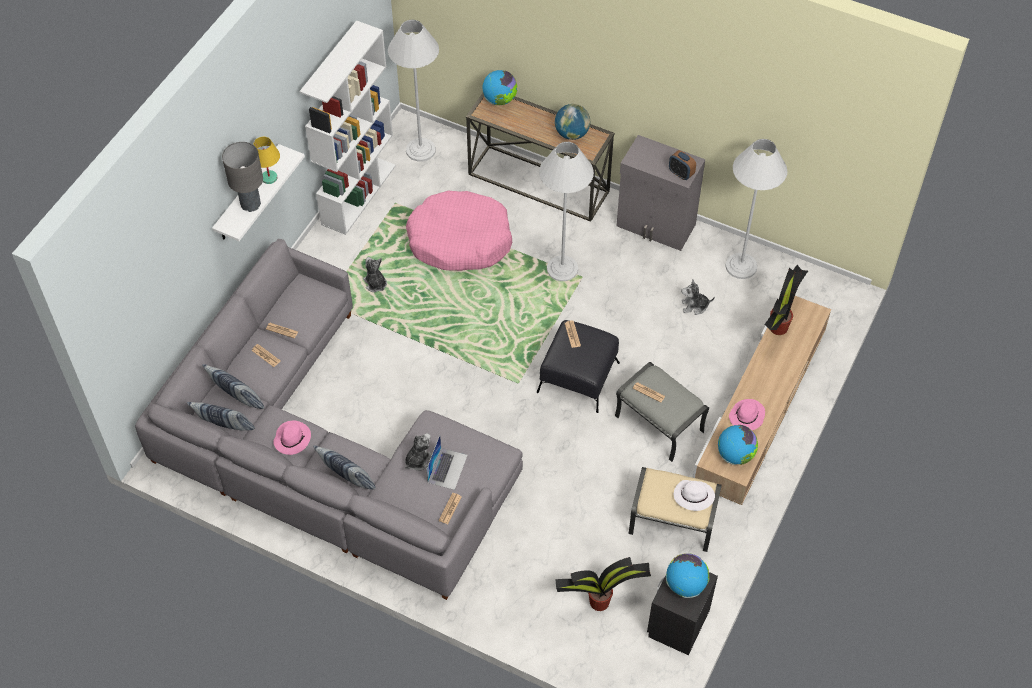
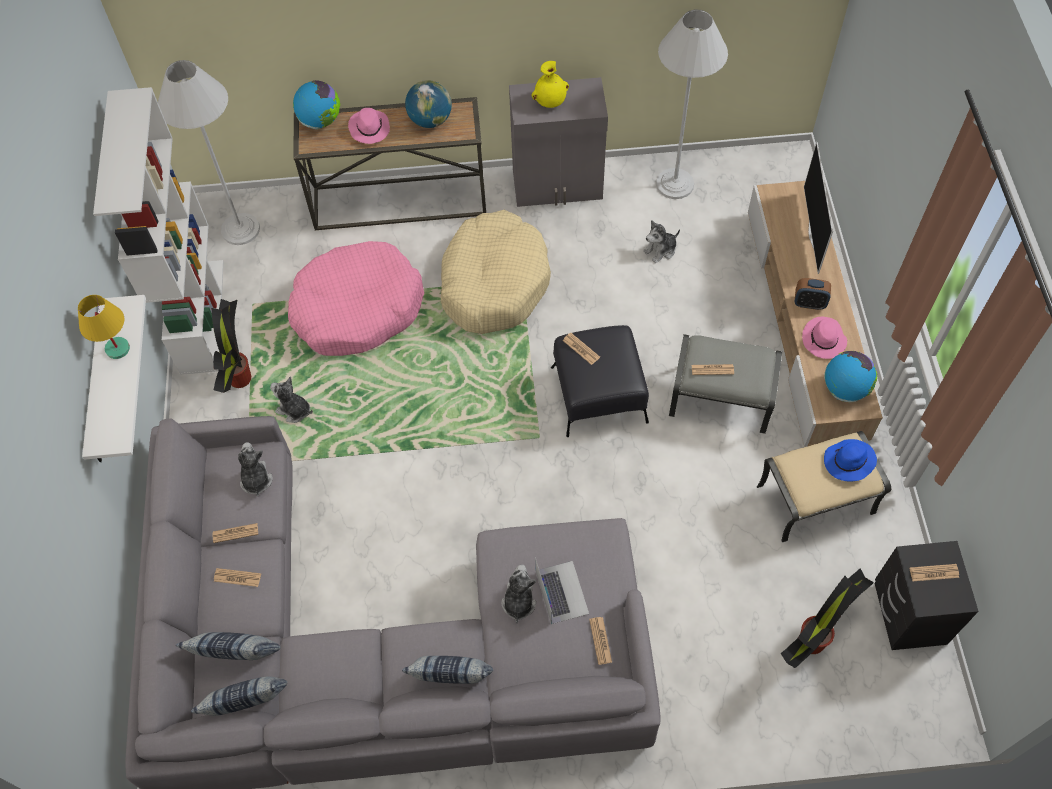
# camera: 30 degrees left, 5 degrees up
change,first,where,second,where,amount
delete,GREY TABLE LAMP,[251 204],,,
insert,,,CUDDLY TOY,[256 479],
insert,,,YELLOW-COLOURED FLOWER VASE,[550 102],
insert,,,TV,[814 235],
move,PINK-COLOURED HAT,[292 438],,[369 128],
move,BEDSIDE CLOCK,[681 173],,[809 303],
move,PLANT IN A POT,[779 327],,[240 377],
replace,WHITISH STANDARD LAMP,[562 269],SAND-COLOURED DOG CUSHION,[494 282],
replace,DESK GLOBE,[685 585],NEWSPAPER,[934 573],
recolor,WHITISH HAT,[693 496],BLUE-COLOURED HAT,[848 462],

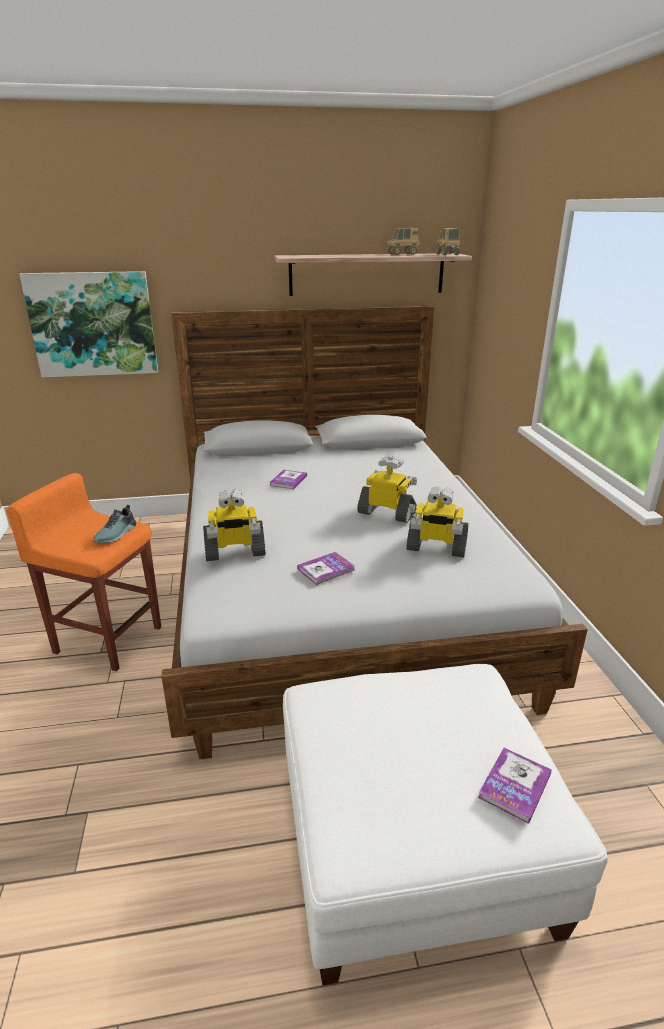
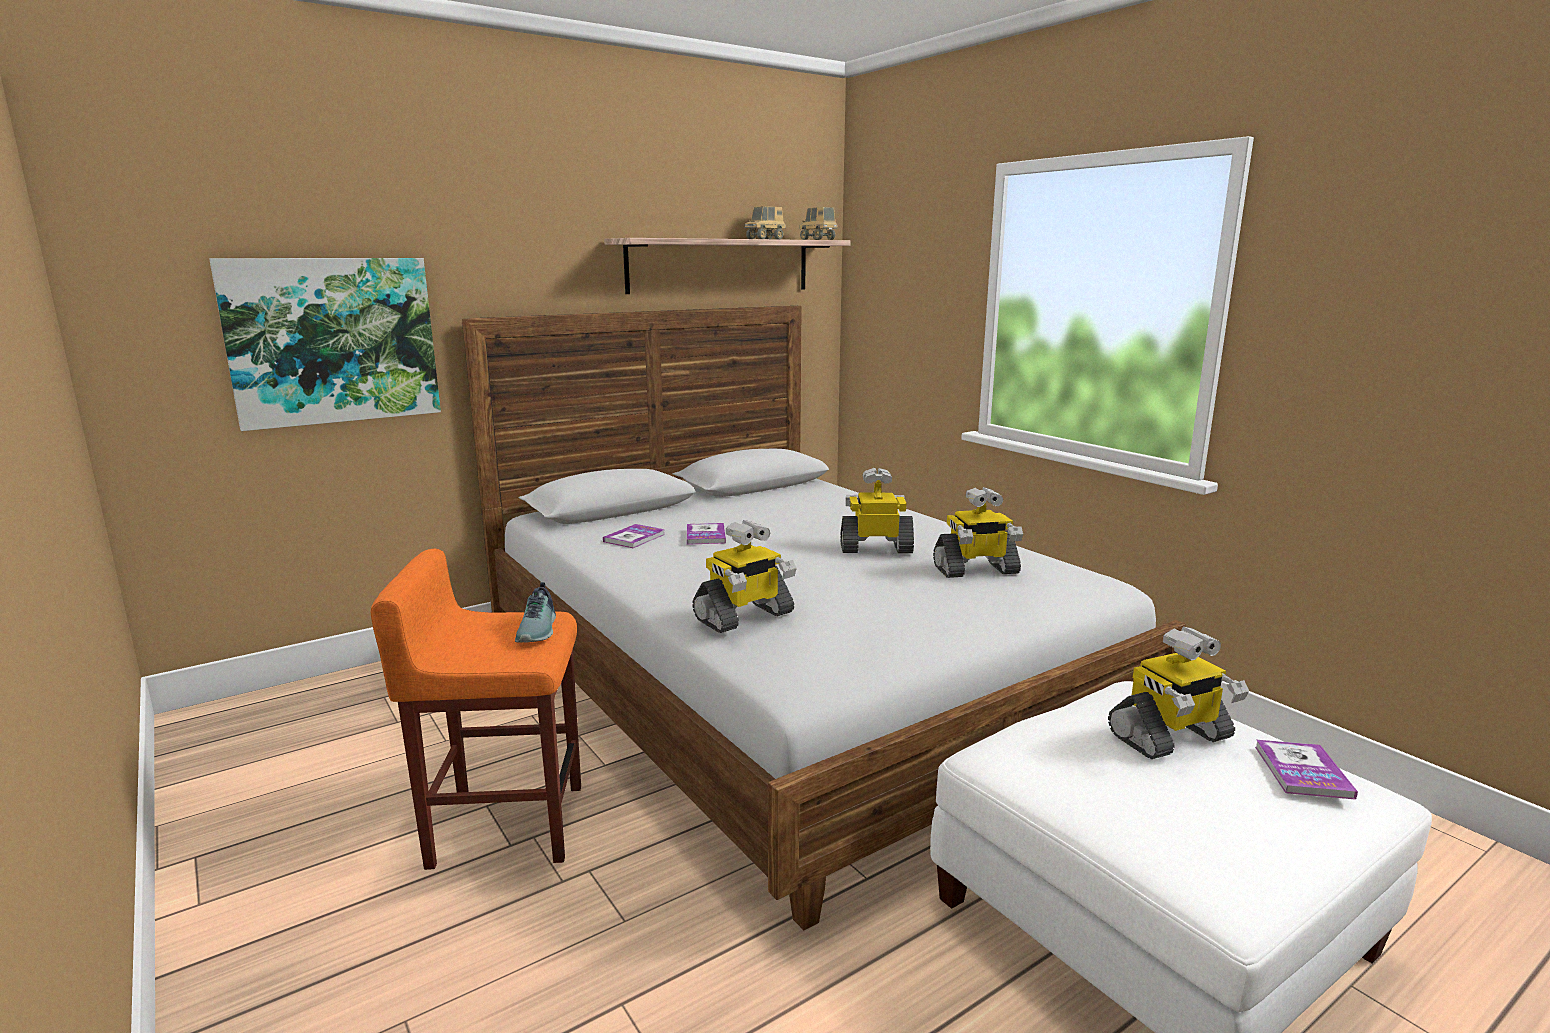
# camera: 25 degrees left, 10 degrees down
change,first,where,second,where,amount
insert,,,ROBOT FIGURE,[1170 737],
move,BOOK,[326 569],,[634 538],

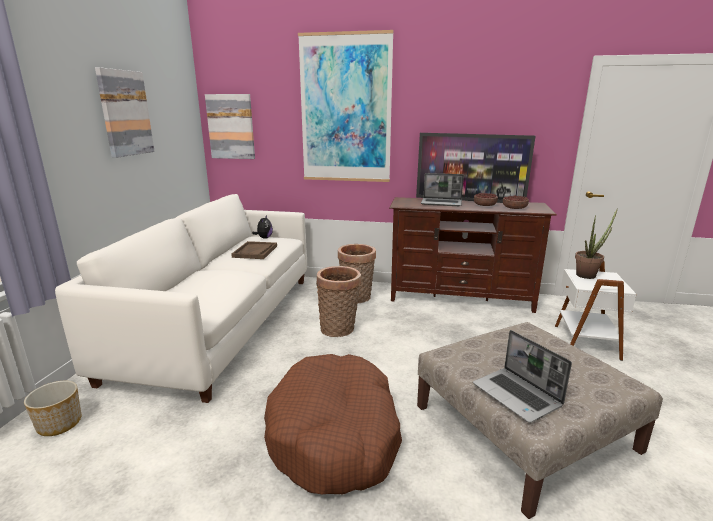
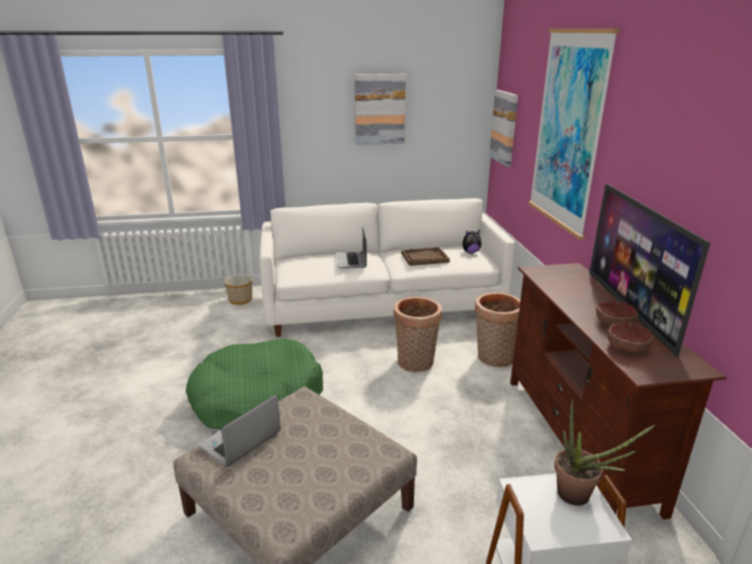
# camera: 70 degrees right, 5 degrees up
change,first,where,second,where,amount
move,NOTEBOOK COMPUTER,[442 203],,[351 261],
recolor,BROWN-COLOURED DOG CUSHION,[335 435],GREENISH DOG CUSHION,[257 398],

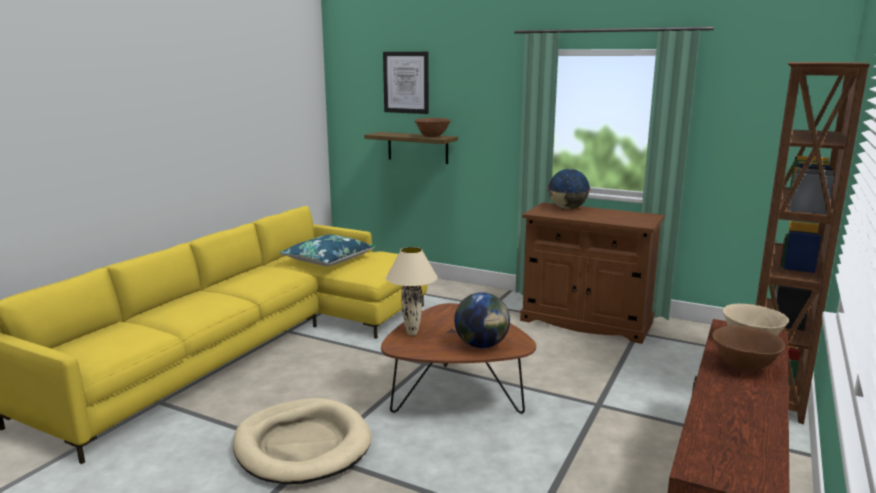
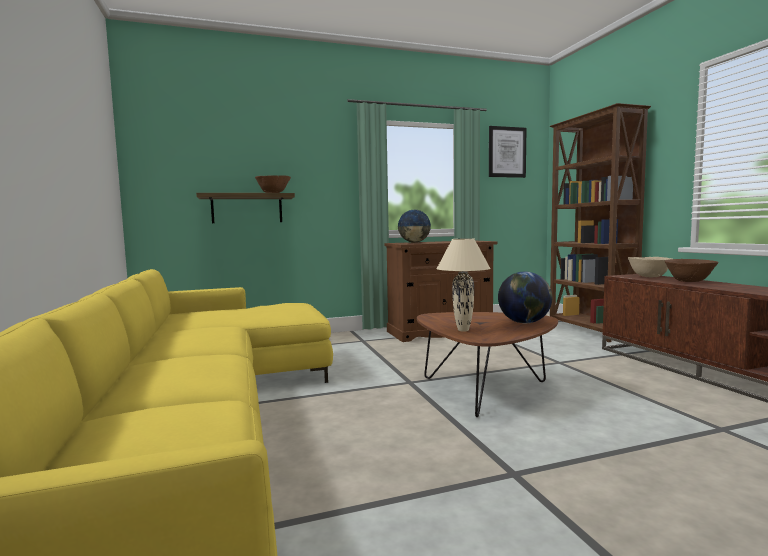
# camera: 45 degrees left, 10 degrees down
change,first,where,second,where,amount
delete,SAND-COLOURED DOG CUSHION,[302 445],,,
delete,BLUE-COLOURED CUSHION,[328 260],,,
move,WALL PICTURE,[406 82],,[507 152],

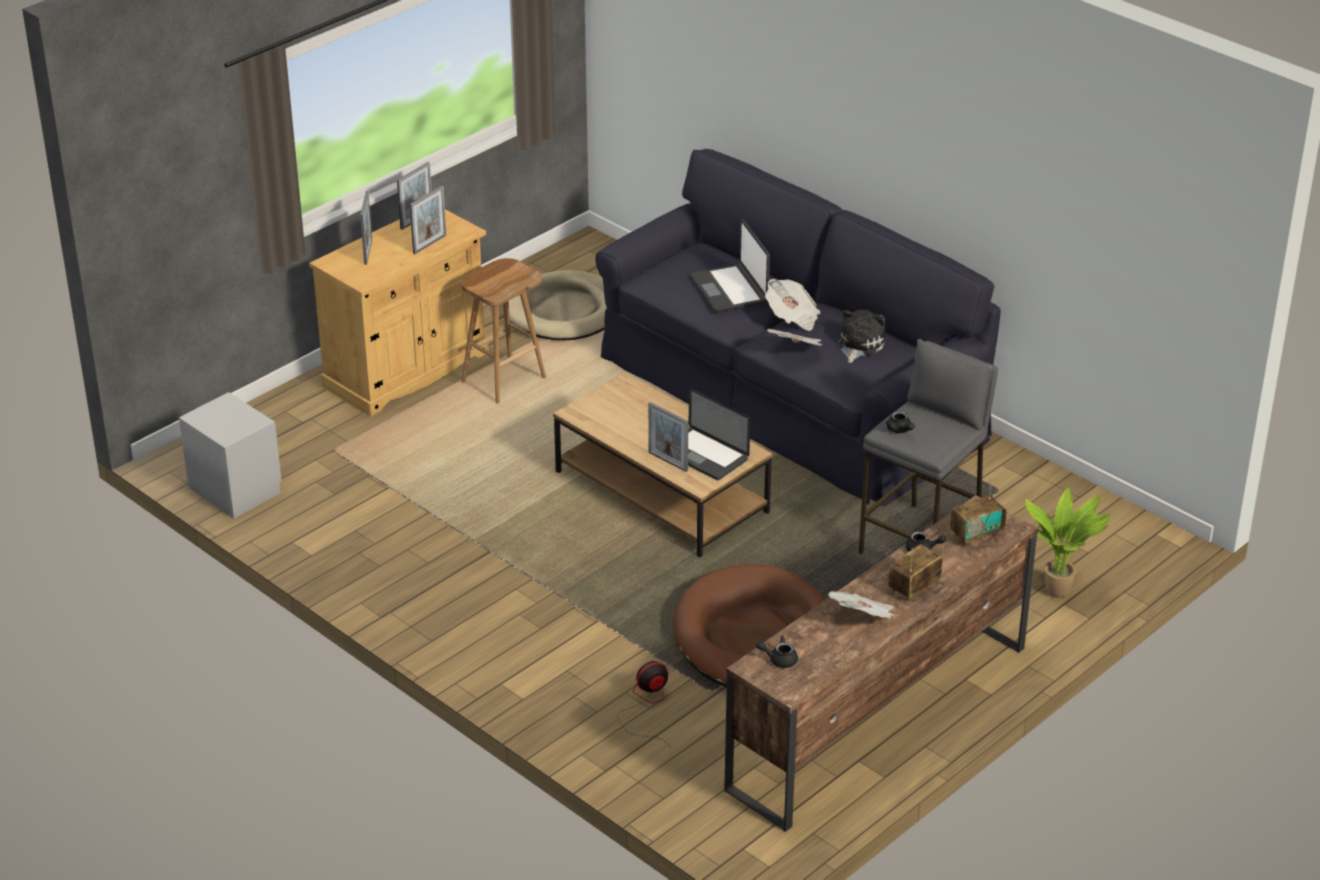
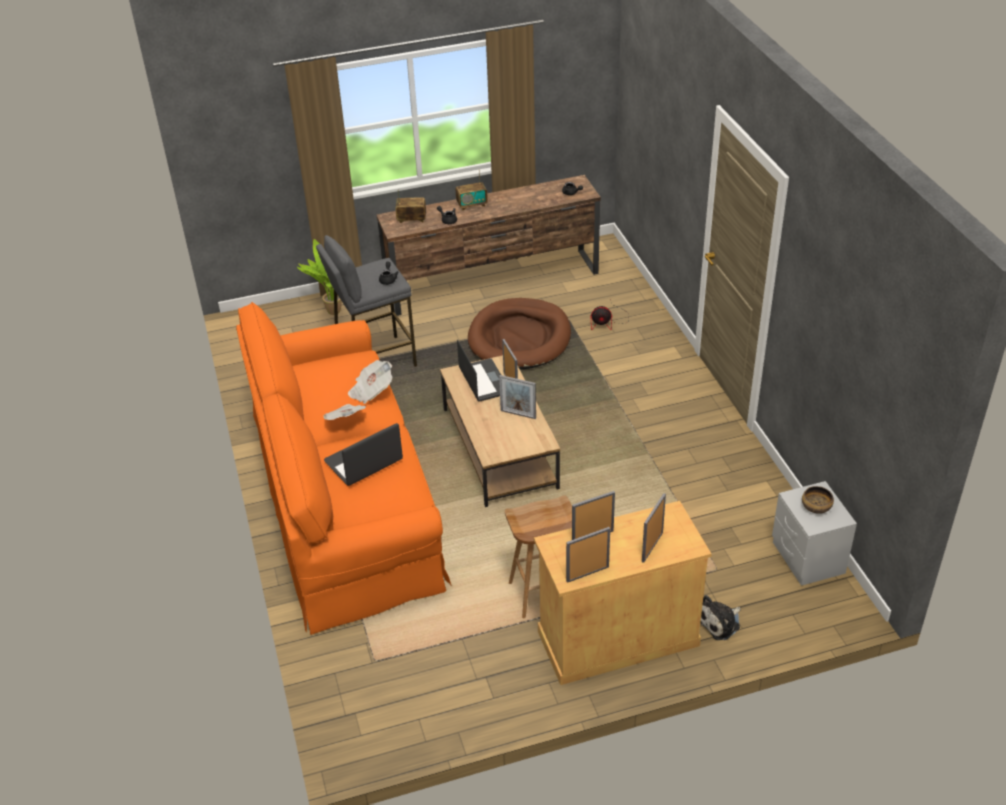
# camera: 150 degrees left, 5 degrees up
change,first,where,second,where,amount
delete,SAND-COLOURED DOG CUSHION,[565 312],,,
delete,NEWSPAPER,[863 618],,,
insert,,,PHOTO FRAME,[518 414],
insert,,,BOWL,[815 507],
move,CUDDLY TOY,[859 345],,[720 623],
recolor,BLACKISH SOFA,[787 394],ORANGE SOFA,[345 498],
rotate,NOTEBOOK COMPUTER,[730 289],,[364 462],135 degrees counterclockwise

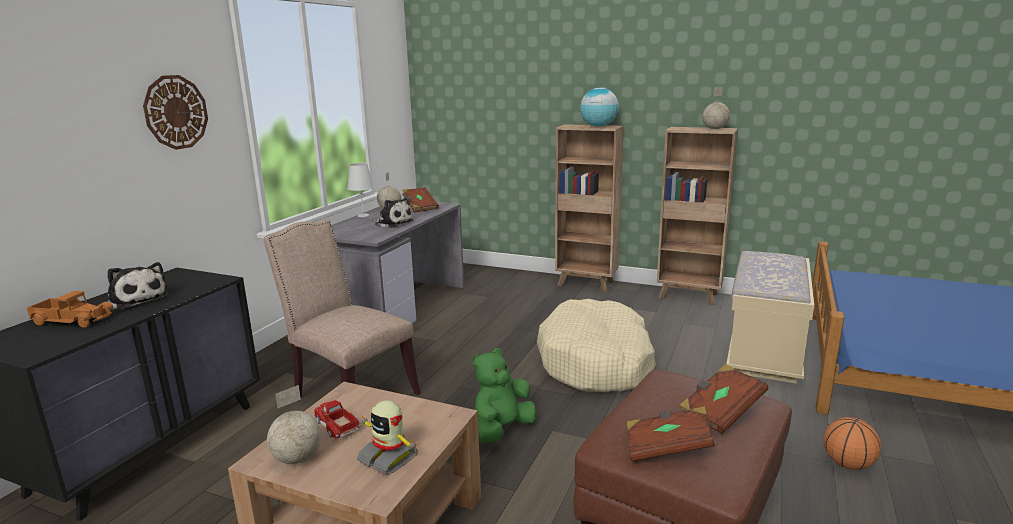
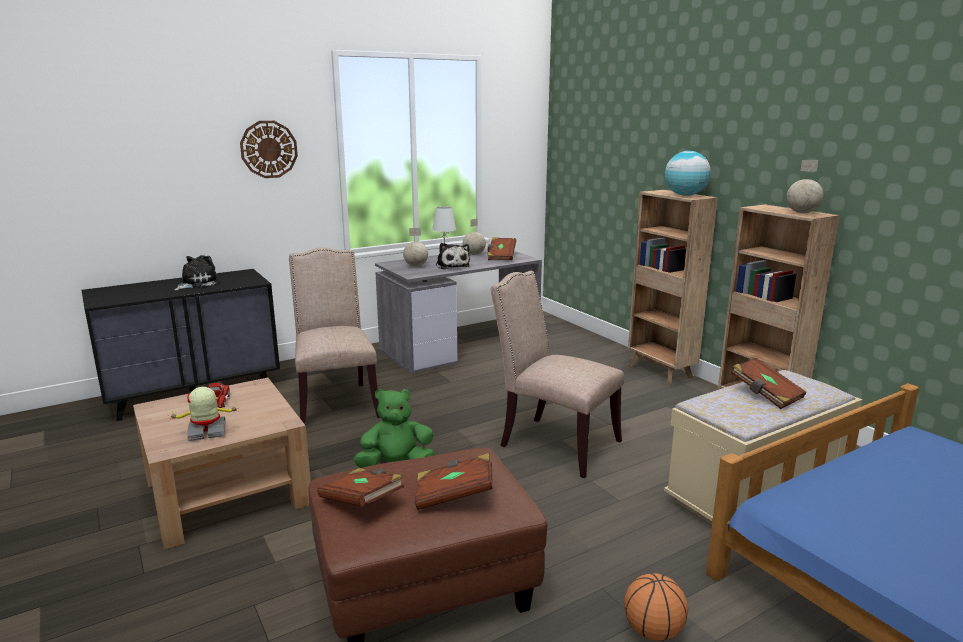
# camera: 35 degrees right, 0 degrees up
change,first,where,second,where,amount
delete,TOY TRUCK,[73 320],,,
insert,,,BROWN-COLOURED BOOK,[765 395],
move,DESK GLOBE,[298 458],,[416 266],
replace,SAND-COLOURED DOG CUSHION,[596 362],SAND-COLOURED UPRIGHT CHAIR,[554 443],
rotate,CUDDLY TOY,[137 299],,[196 284],135 degrees counterclockwise
rotate,ROBOT FIGURE,[389 457],,[207 432],90 degrees clockwise

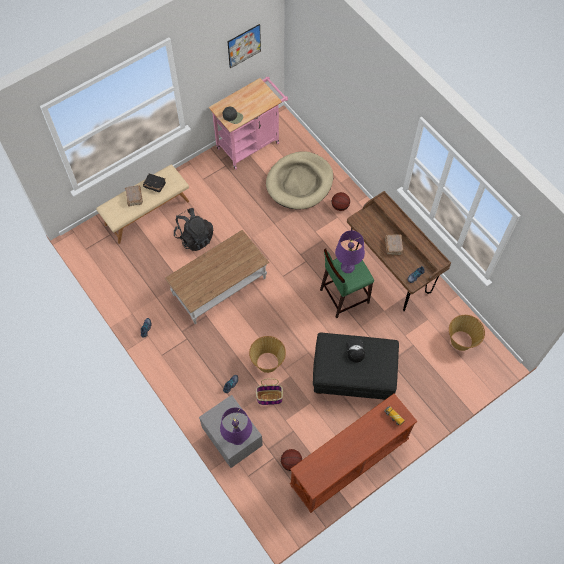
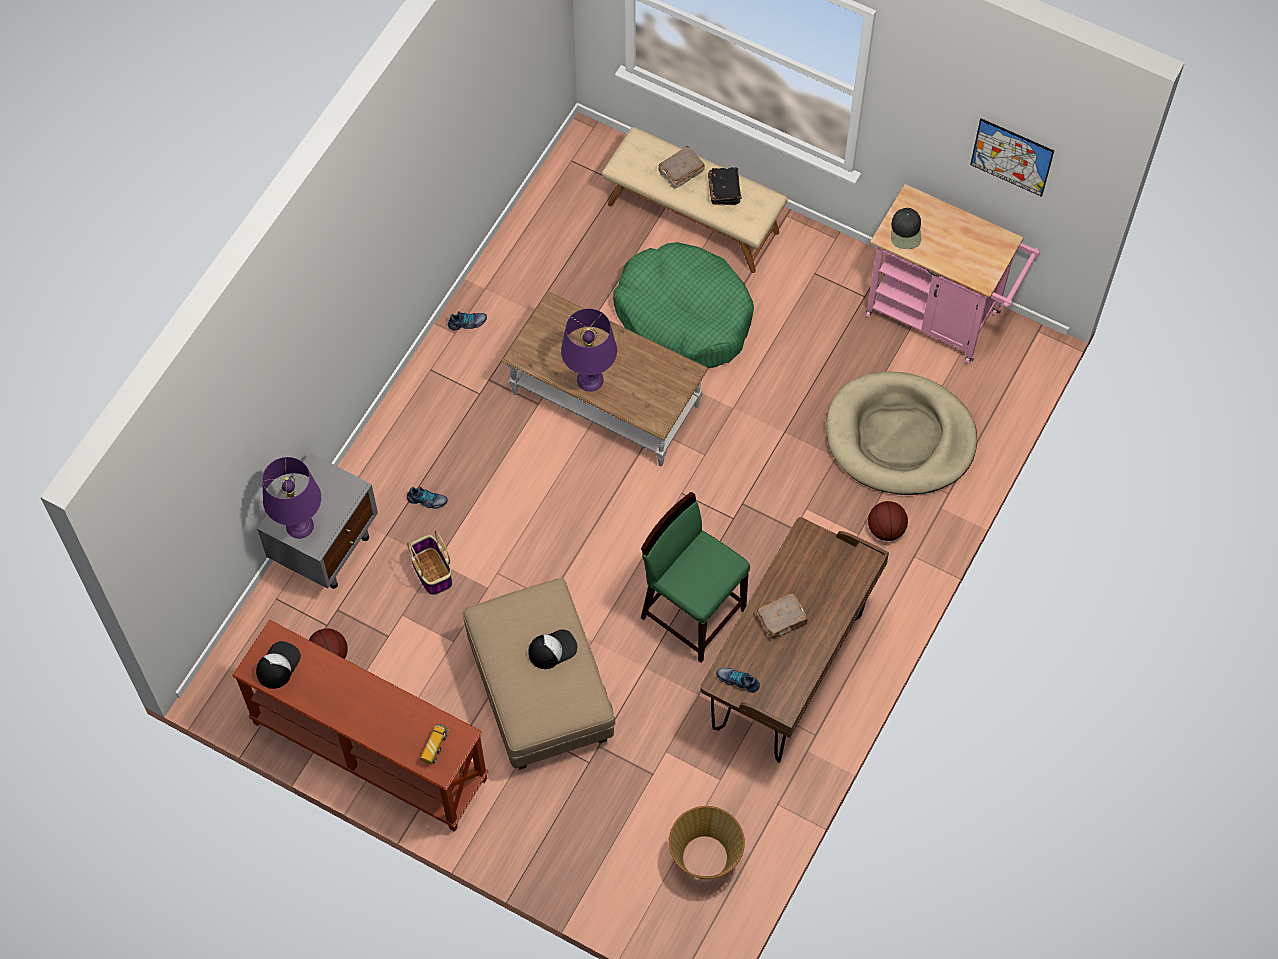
# camera: 65 degrees right, 0 degrees up
change,first,where,second,where,amount
delete,STORAGE BASKET,[267 362],,,
insert,,,BASEBALL CAP,[277 665],
move,PURPLE TABLE LAMP,[347 267],,[590 379],
replace,BLACKISH KNAPSACK,[194 237],GREENISH DOG CUSHION,[684 315],
recolor,BLACKISH FOOTREST,[352 375],SAND-COLOURED FOOTREST,[539 691],

